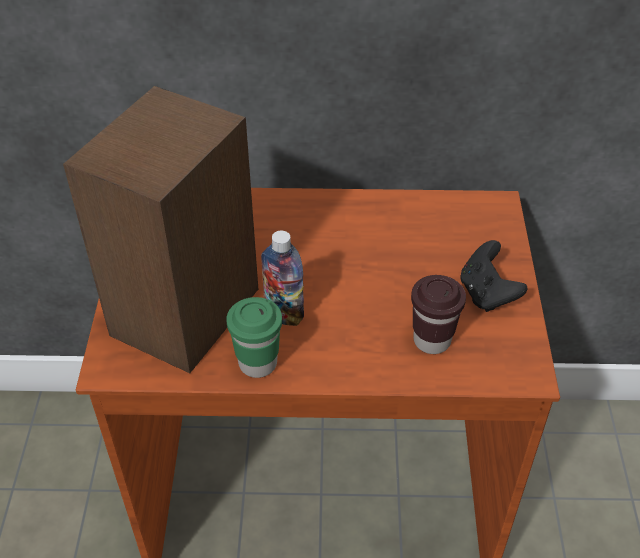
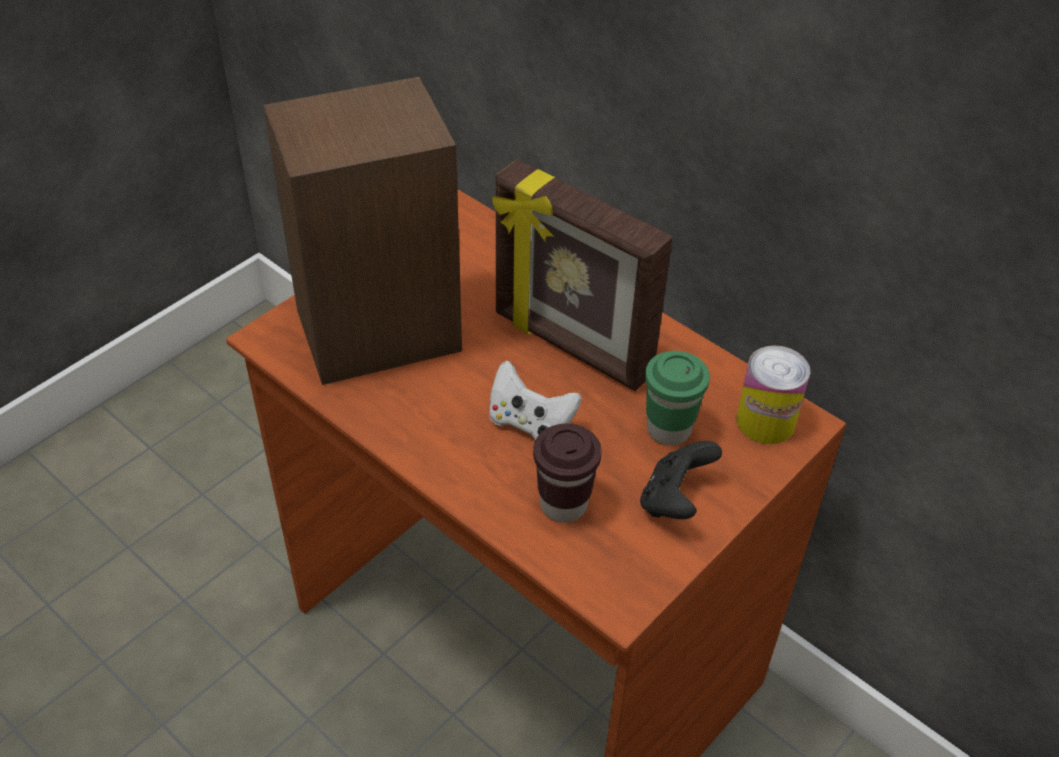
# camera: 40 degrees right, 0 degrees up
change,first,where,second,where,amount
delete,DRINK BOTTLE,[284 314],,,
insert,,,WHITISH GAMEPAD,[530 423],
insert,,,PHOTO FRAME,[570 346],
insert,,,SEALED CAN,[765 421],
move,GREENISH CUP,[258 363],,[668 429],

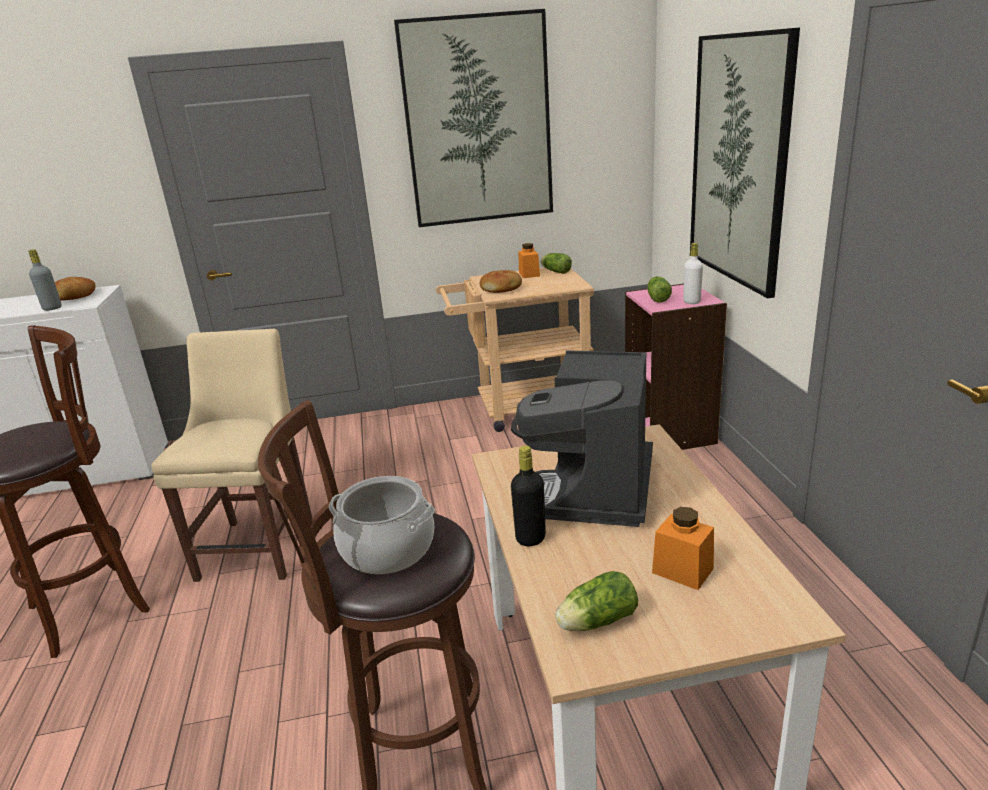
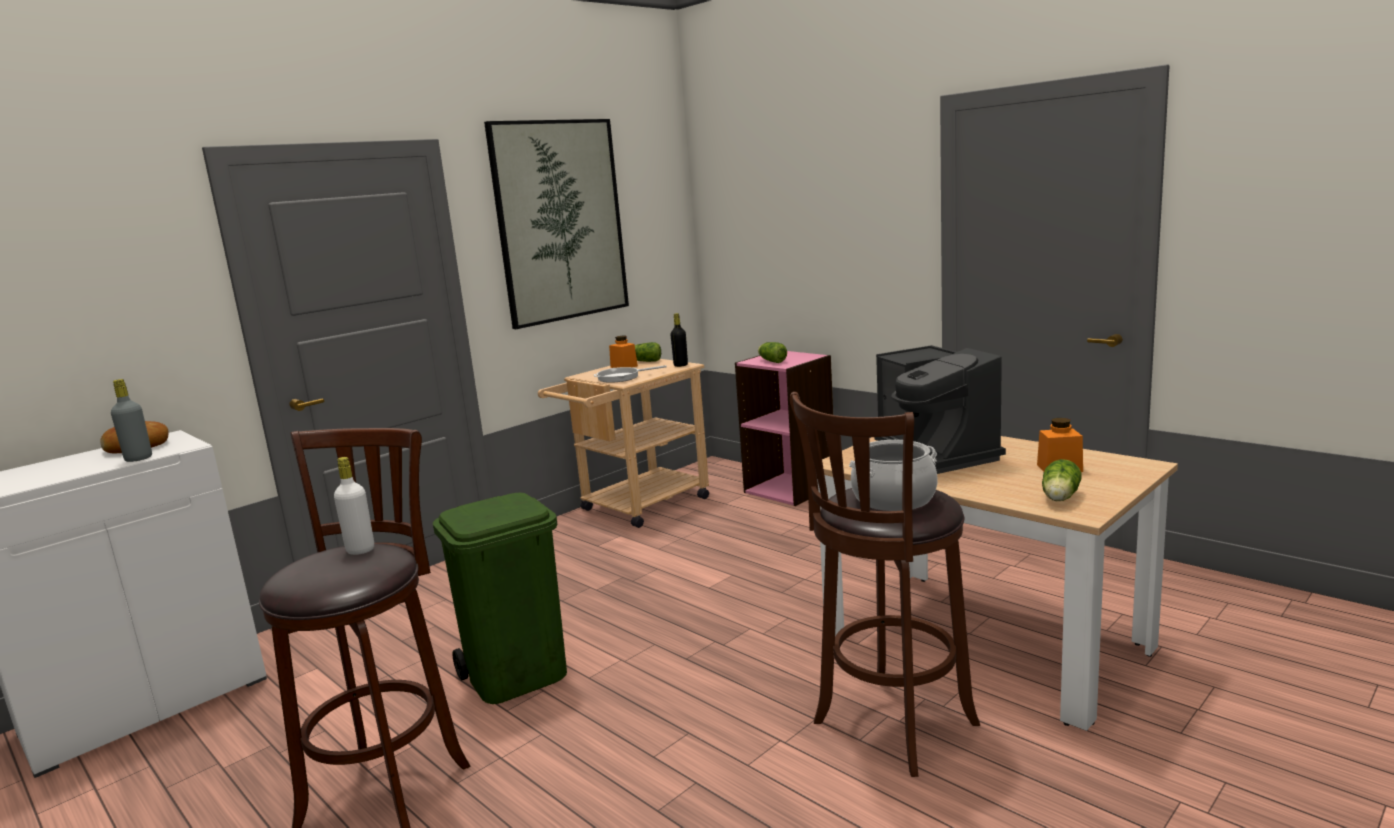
# camera: 35 degrees left, 10 degrees down
change,first,where,second,where,amount
delete,WALL PICTURE,[738 161],,,
move,BLACKISH DRINK BOTTLE,[530 538],,[680 365],
move,WHITISH DRINK BOTTLE,[691 302],,[360 550],
replace,SAND-COLOURED UPRIGHT CHAIR,[260 545],GREENISH TRASH CAN,[518 676],
replace,BAKED BREAD,[502 288],PAN,[622 377],

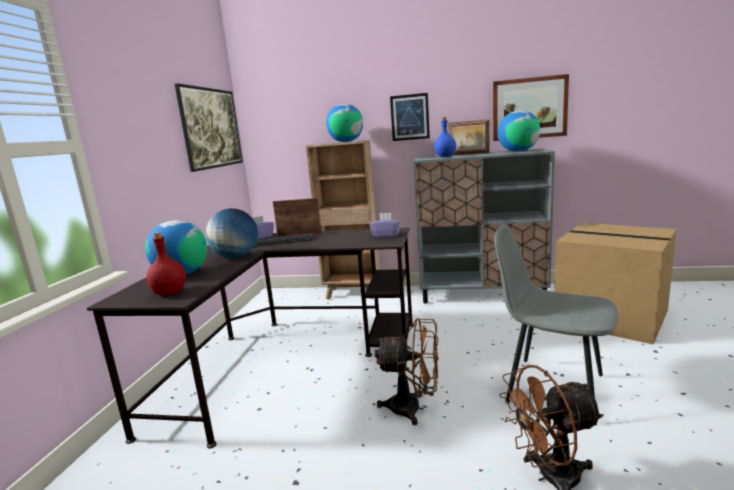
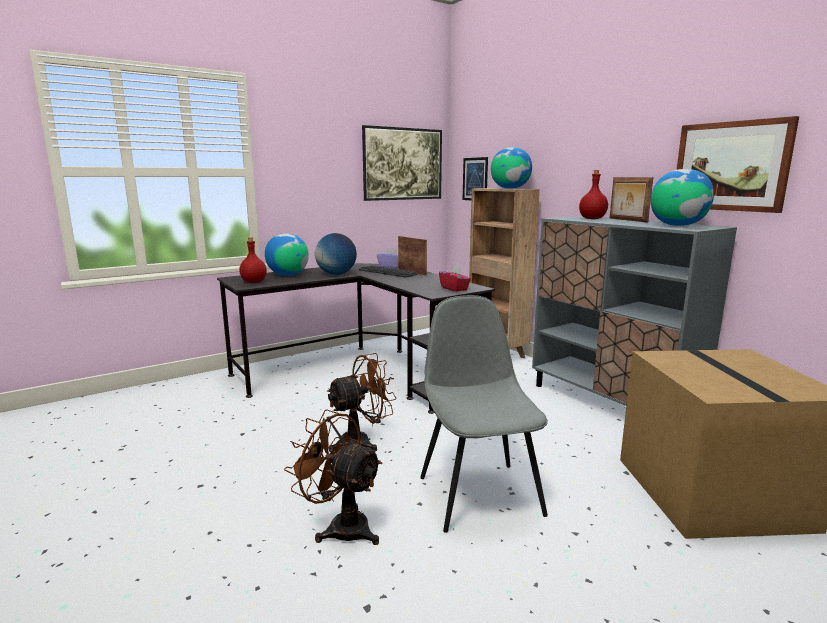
# camera: 45 degrees right, 0 degrees up
change,first,where,second,where,amount
move,WALL PICTURE,[410 117],,[475 179],
recolor,PURPLE TISSUE HOLDER,[386 235],REDDISH TISSUE HOLDER,[454 289],
recolor,BLUE-COLOURED DRINK BOTTLE,[445 156],REDDISH DRINK BOTTLE,[592 219],
rotate,BROWN-COLOURED ELECTRIC FAN,[413 408],,[362 441],90 degrees counterclockwise

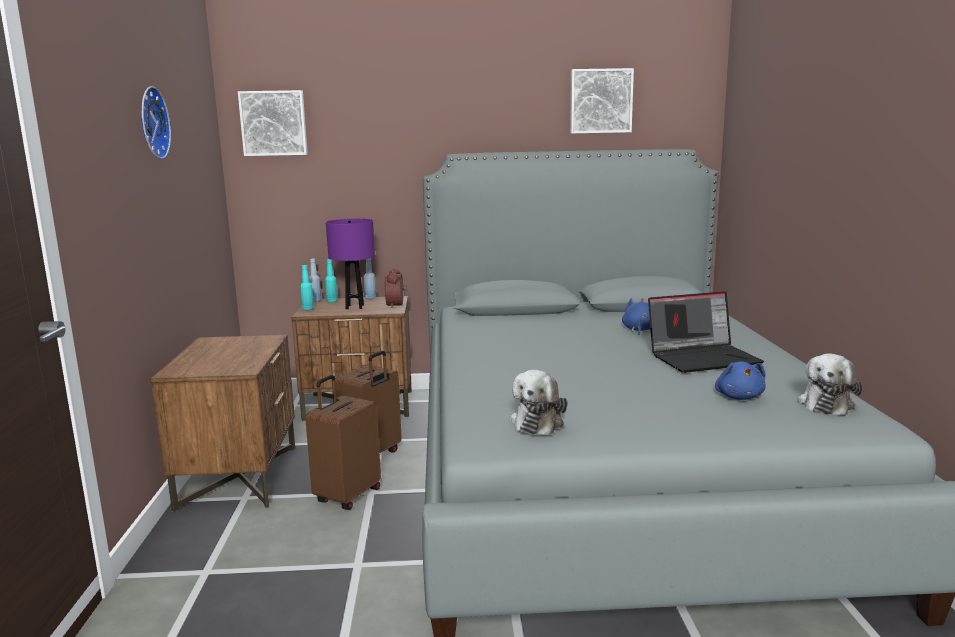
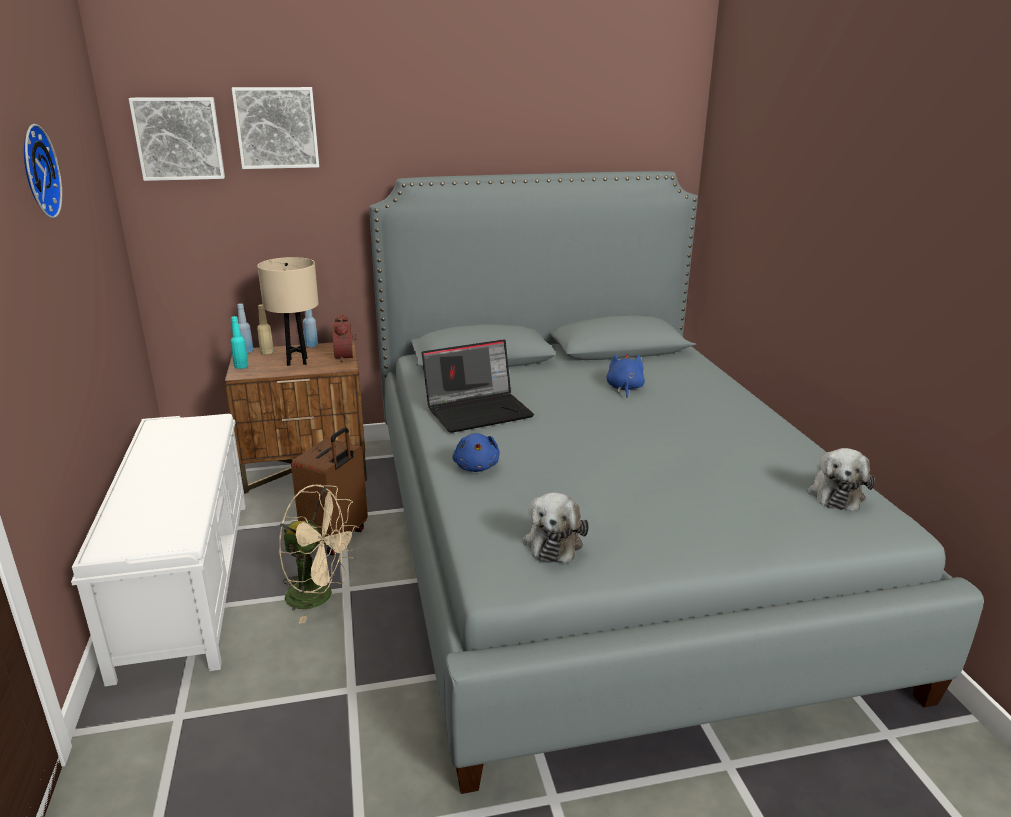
# camera: 10 degrees left, 10 degrees up
change,first,where,second,where,amount
move,WALL PICTURE,[600 101],,[277 127],
move,NOTEBOOK COMPUTER,[703 358],,[479 411],
move,BLUE-COLOURED CUDDLY TOY,[738 397],,[476 466],
replace,BROWN-COLOURED NIGHT TABLE,[239 477],WHITISH BENCH,[187 579],
replace,BROWN-COLOURED PIECE OF LUGGAGE,[347 496],SAND-COLOURED ELECTRIC FAN,[319 596],
recolor,TURQUOISE DRINK BOTTLE,[332 301],SAND-COLOURED DRINK BOTTLE,[267 353],
recolor,PURPLE TABLE LAMP,[355 307],SAND-COLOURED TABLE LAMP,[297 361],

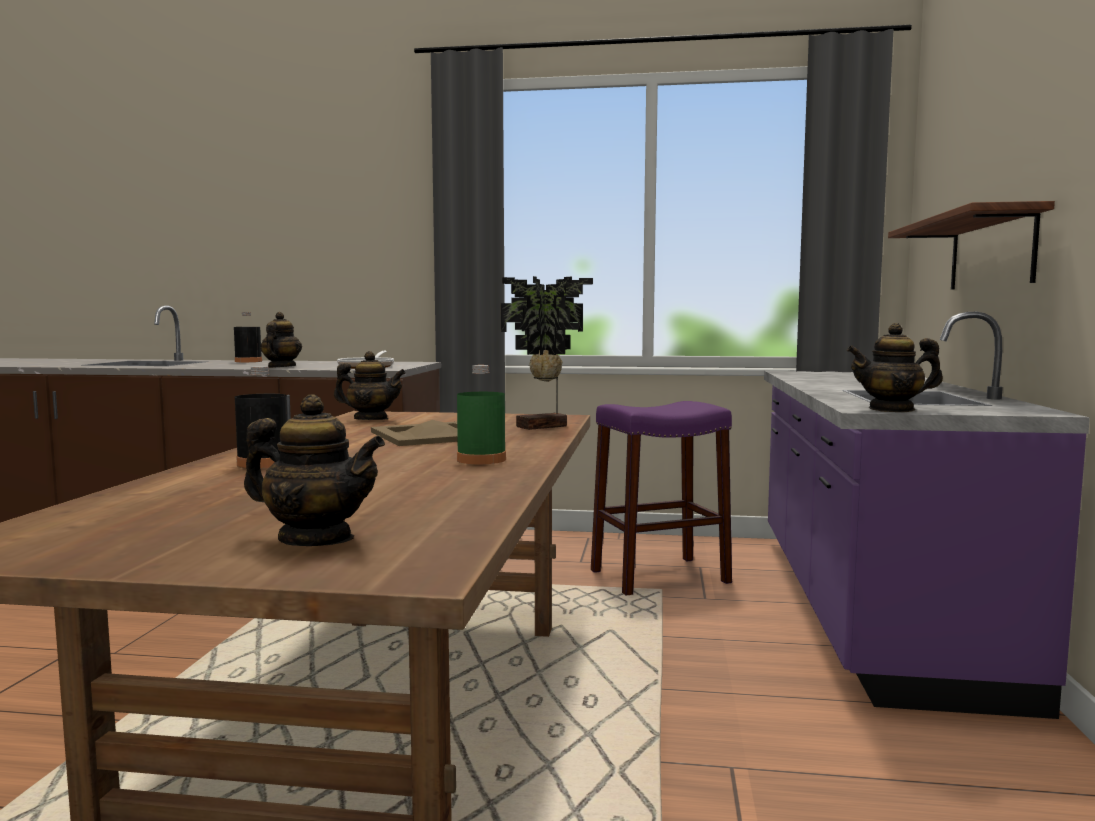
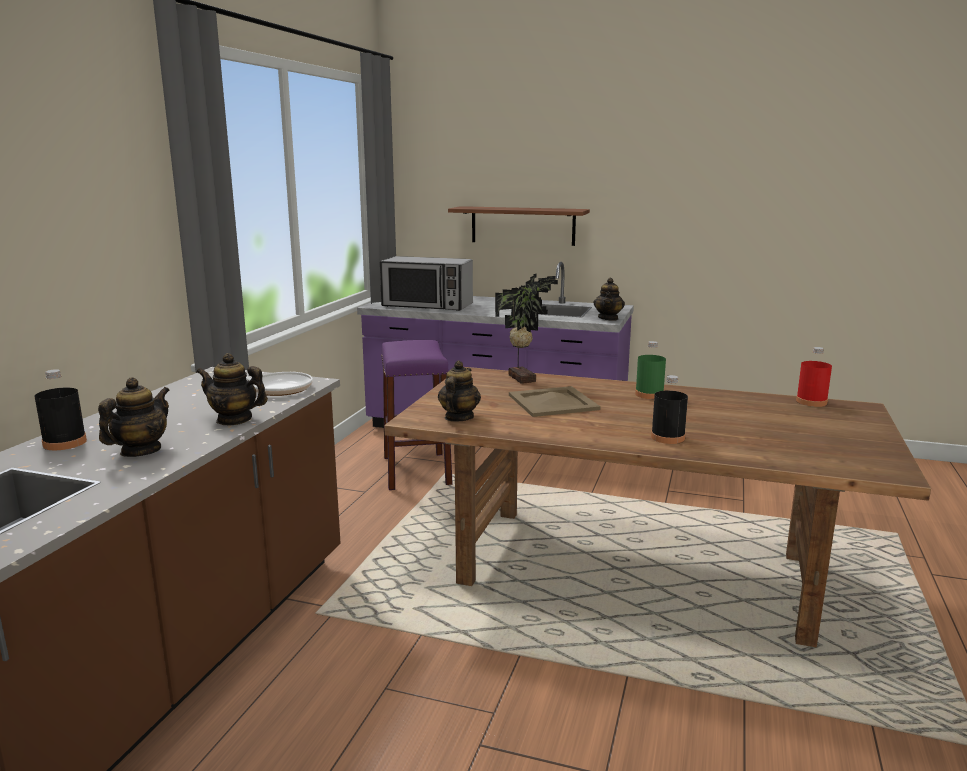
# camera: 80 degrees left, 10 degrees up
change,first,where,second,where,amount
insert,,,MICROWAVE,[427 305],
insert,,,REDDISH DRINK BOTTLE,[811 402],
move,TEA POT,[316 539],,[140 451],

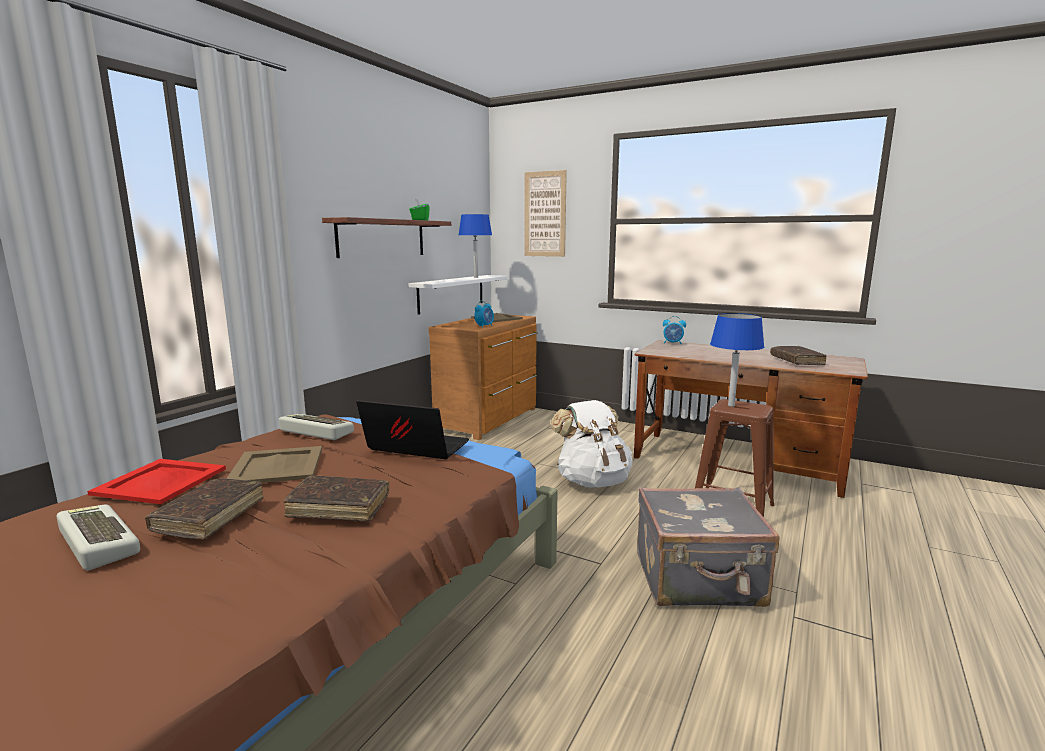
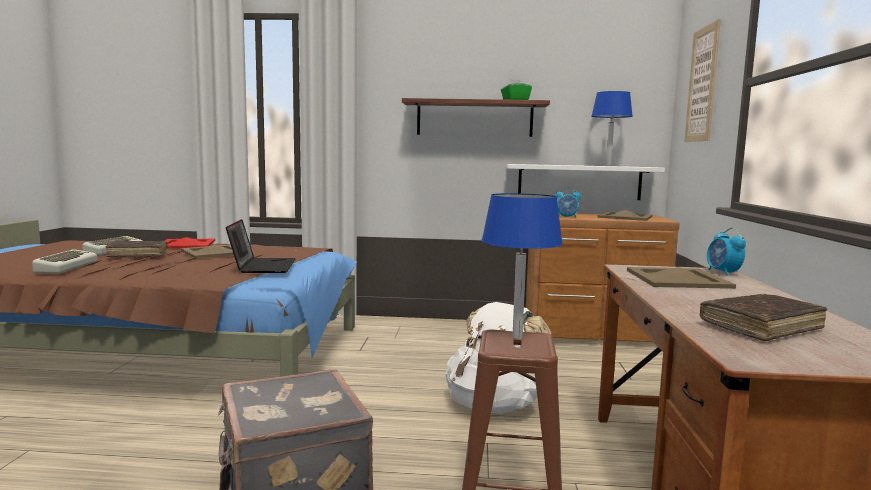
# camera: 65 degrees right, 5 degrees down
change,first,where,second,where,amount
delete,BROWN-COLOURED BOOK,[339 507],,,
insert,,,SAND-COLOURED CARRYING TRAY,[676 278],
move,PC KEYBOARD,[314 432],,[65 267],

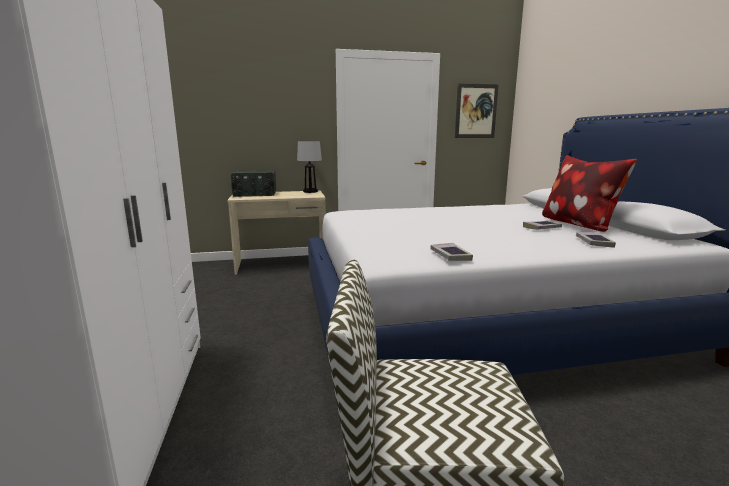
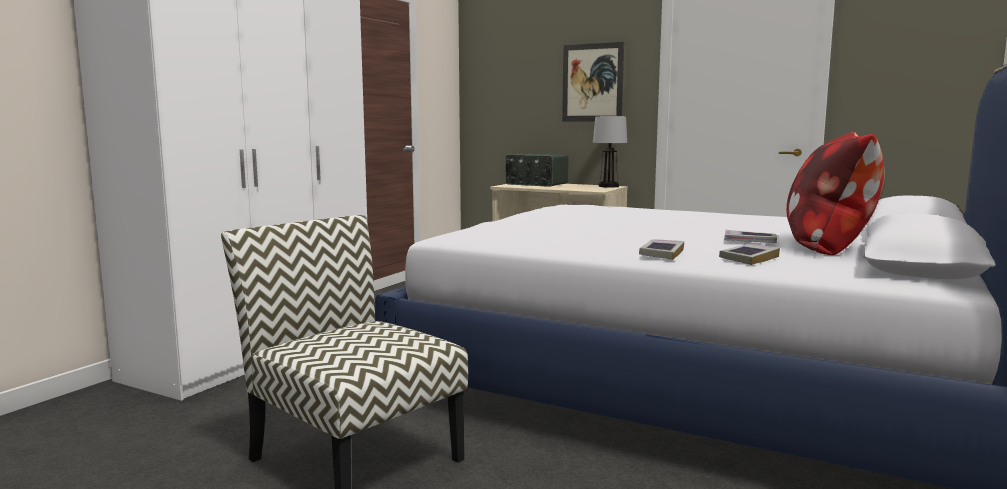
# camera: 40 degrees right, 5 degrees down
change,first,where,second,where,amount
move,BOOK,[450 255],,[661 254],
move,WALL PICTURE,[476 111],,[592 82],

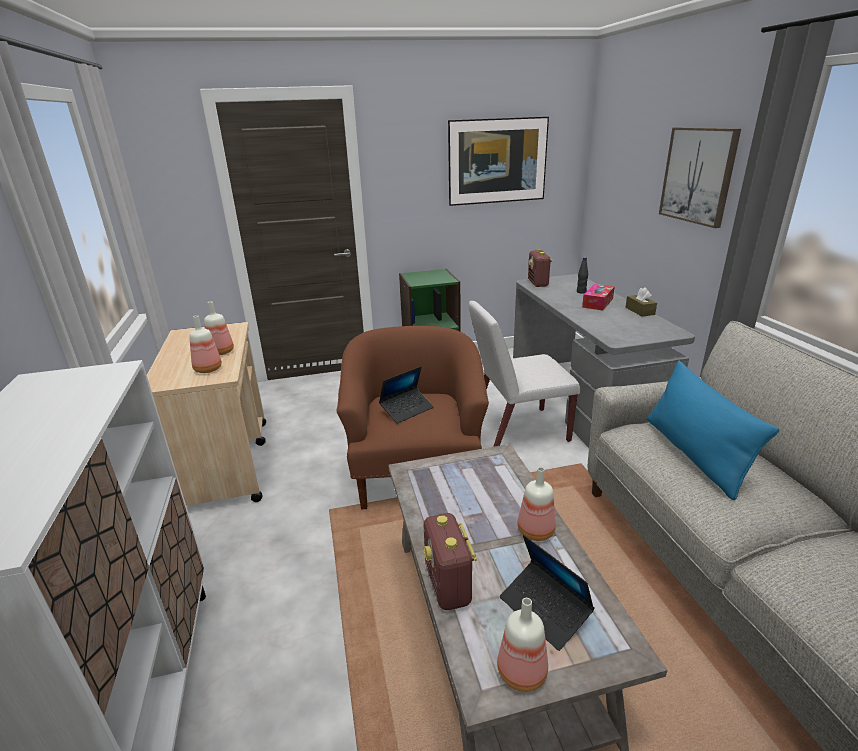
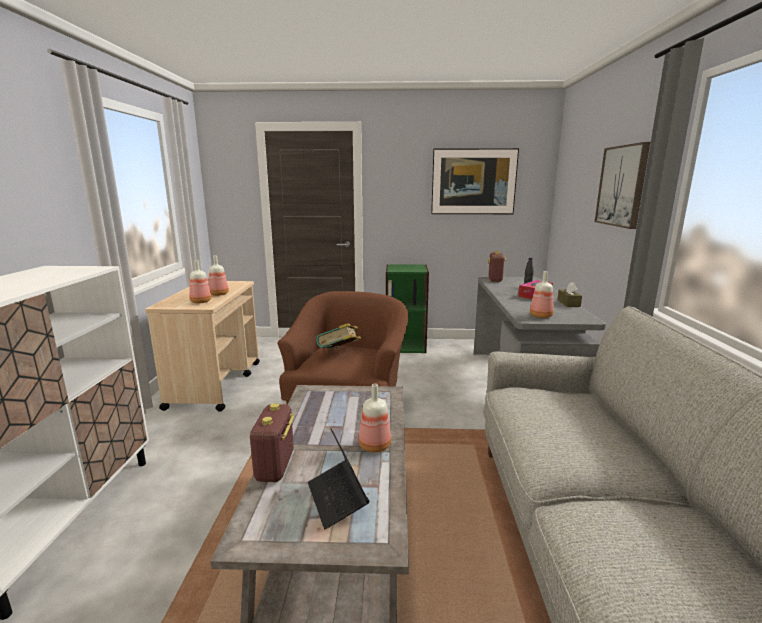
# camera: 15 degrees right, 10 degrees down
change,first,where,second,where,amount
delete,WHITISH UPRIGHT CHAIR,[517 431],,,
delete,BLUE-COLOURED CUSHION,[694 454],,,
move,DRINK BOTTLE,[521 670],,[540 316],
replace,NOTEBOOK COMPUTER,[407 409],BOOK,[339 354],

